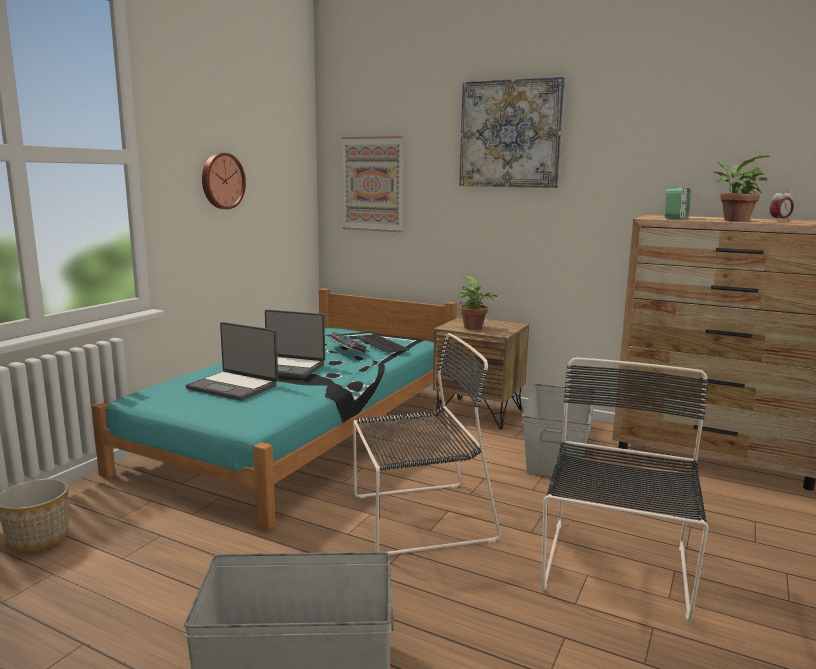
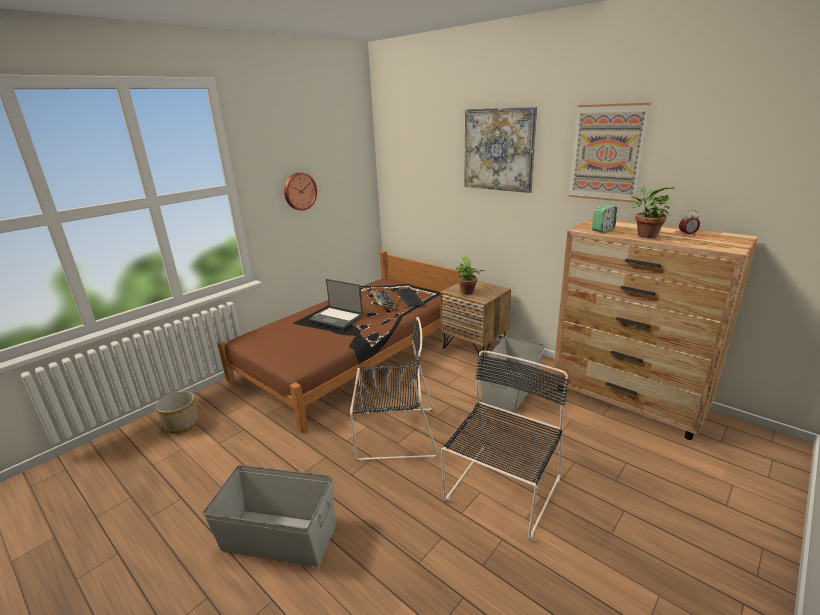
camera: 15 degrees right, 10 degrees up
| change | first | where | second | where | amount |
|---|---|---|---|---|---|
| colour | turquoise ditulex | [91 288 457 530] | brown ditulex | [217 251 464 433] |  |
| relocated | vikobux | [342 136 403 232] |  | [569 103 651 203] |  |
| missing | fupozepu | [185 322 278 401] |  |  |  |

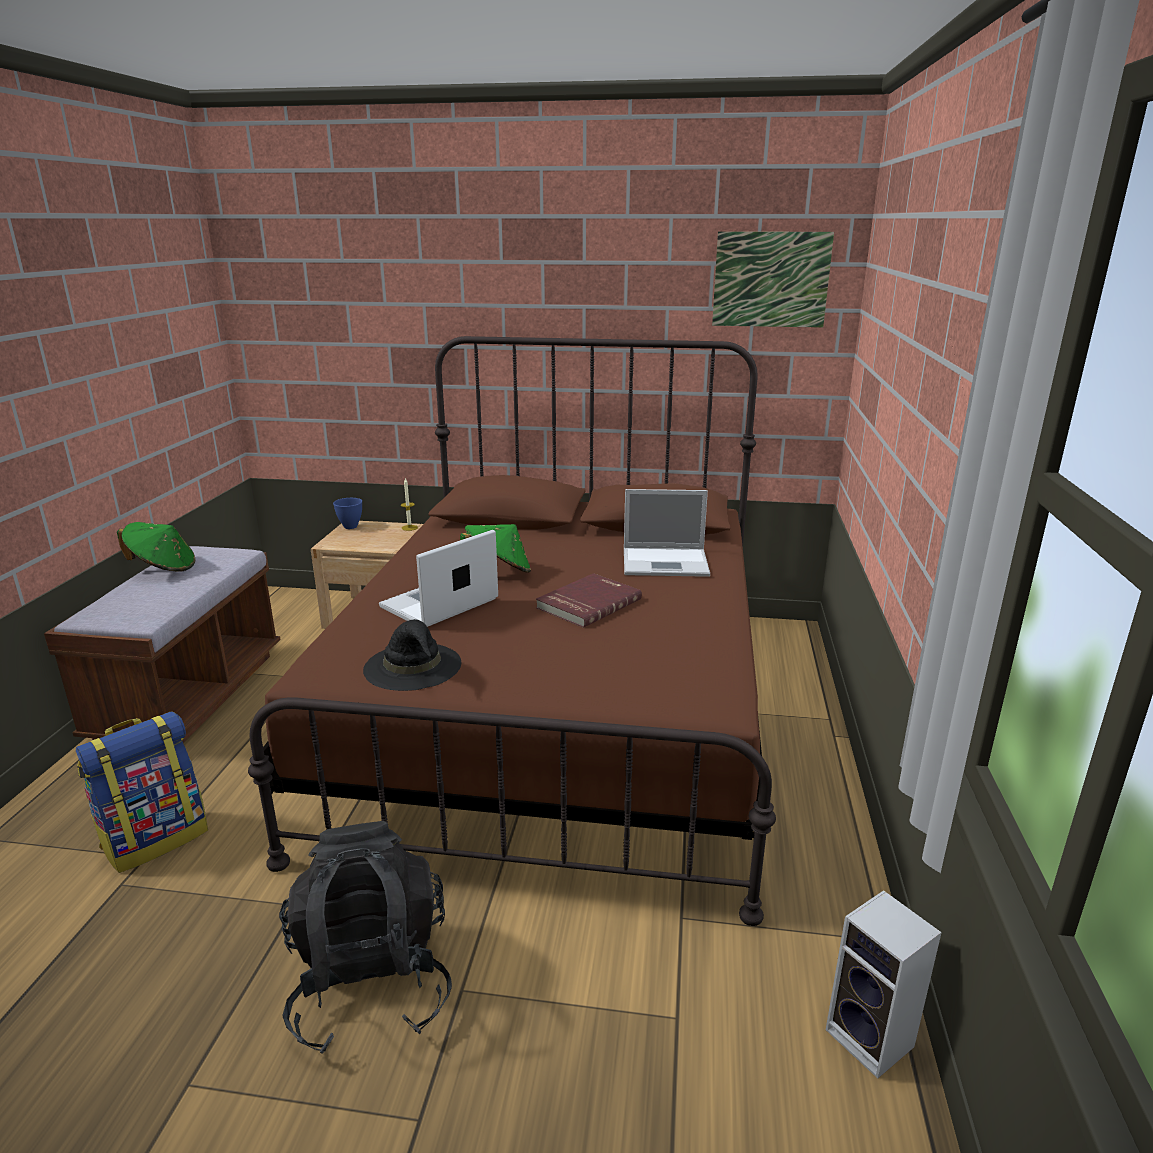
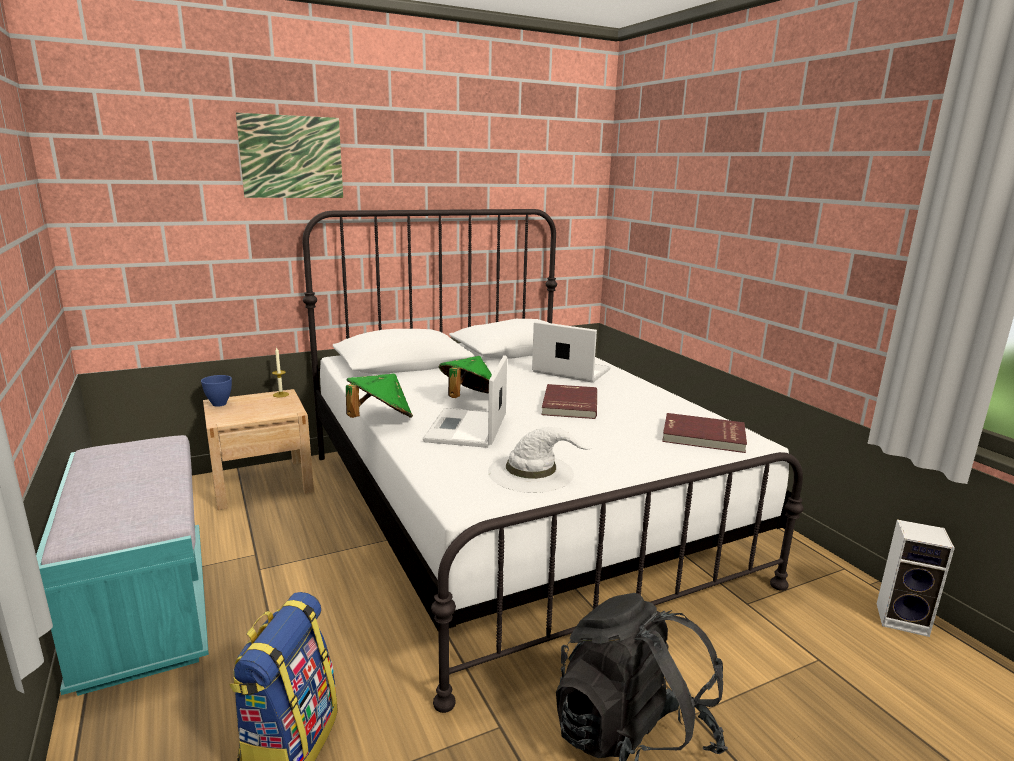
camera: 35 degrees left, 5 degrees down
| change | first | where | second | where | amount |
|---|---|---|---|---|---|
| colour | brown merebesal | [44 546 280 743] | turquoise merebesal | [36 435 209 696] |  |
| relocated | vikobux | [712 231 834 328] |  | [236 112 343 198] |  |
| colour | brown ditulex | [248 336 776 926] | white ditulex | [303 209 804 713] |  |
| relocated | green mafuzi | [117 522 195 572] |  | [346 374 413 418] |  |
| colour | black mafuzi | [363 619 461 691] | white mafuzi | [488 427 590 493] |  |
| spun | fupozepu | [624 489 710 577] |  | [532 321 610 383] | 120 degrees counterclockwise |
| appeared |  |  | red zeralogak | [662 413 747 453] |  |

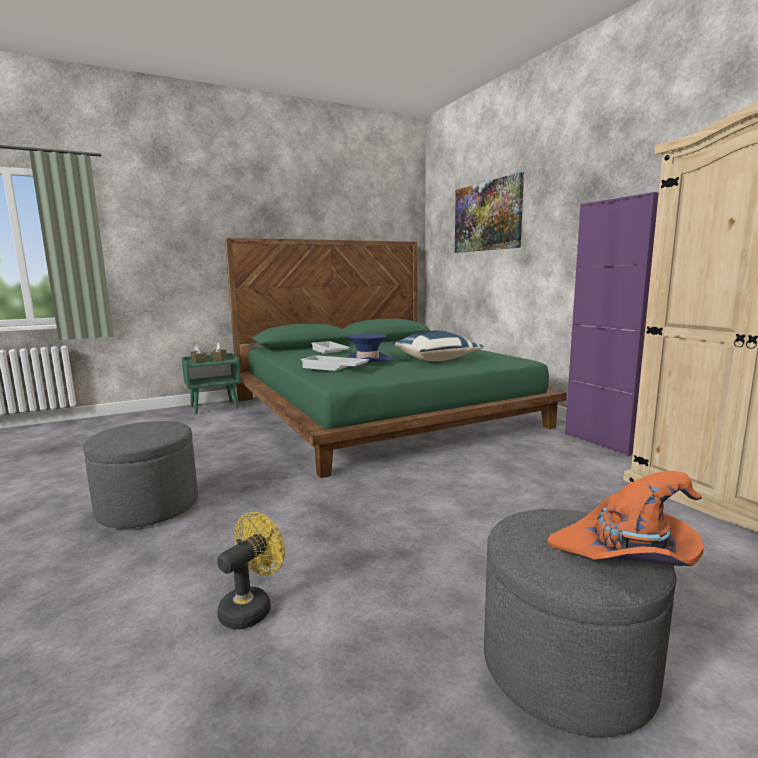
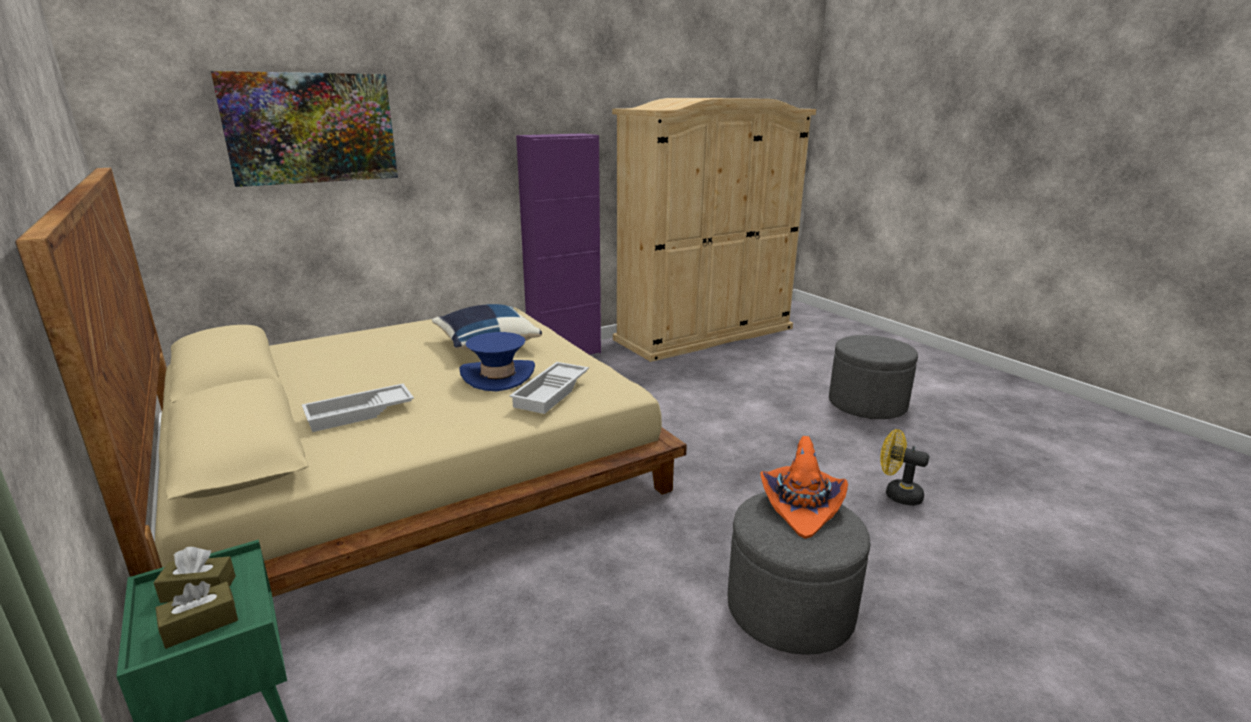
camera: 95 degrees left, 10 degrees up
| change | first | where | second | where | amount |
|---|---|---|---|---|---|
| colour | green ditulex | [225 238 567 478] | beige ditulex | [15 168 687 597] |  |
| relocated | orange mafuzi | [547 471 704 566] |  | [760 436 848 539] |  |

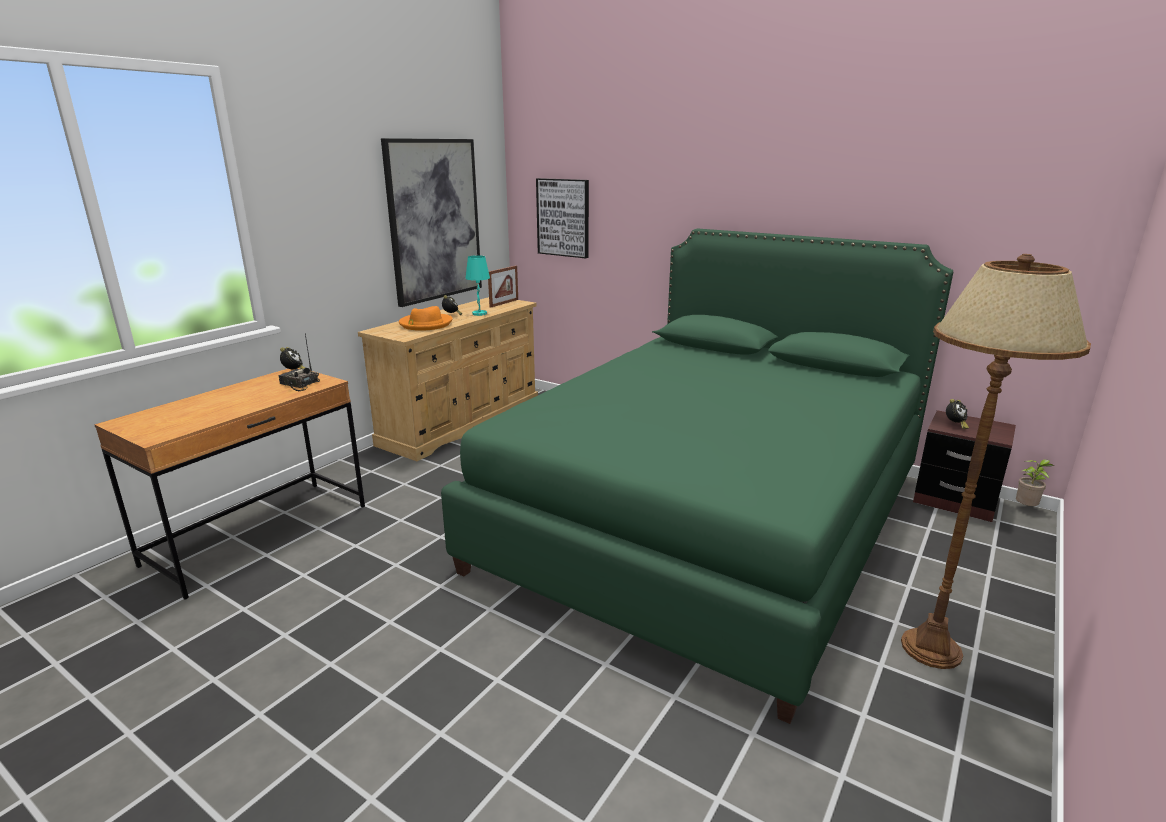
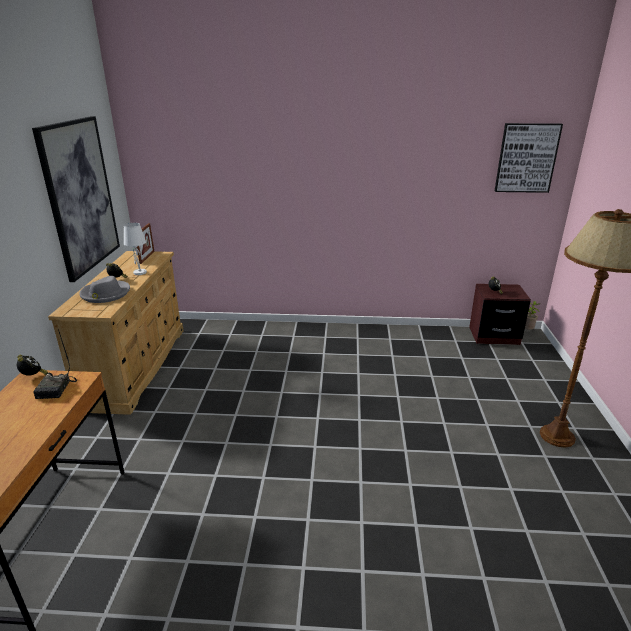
camera: 30 degrees left, 5 degrees up
| change | first | where | second | where | amount |
|---|---|---|---|---|---|
| spun | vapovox | [278 334 320 391] |  | [33 329 77 399] | 90 degrees counterclockwise |
| colour | orange mafuzi | [399 306 453 331] | grey mafuzi | [79 276 130 303] |  |
| colour | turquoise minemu | [465 255 490 316] | white minemu | [124 223 147 275] |  |
| relocated | vikobux | [536 178 589 258] |  | [495 123 563 193] |  |
| missing | green ditulex | [441 229 953 724] |  |  |  |

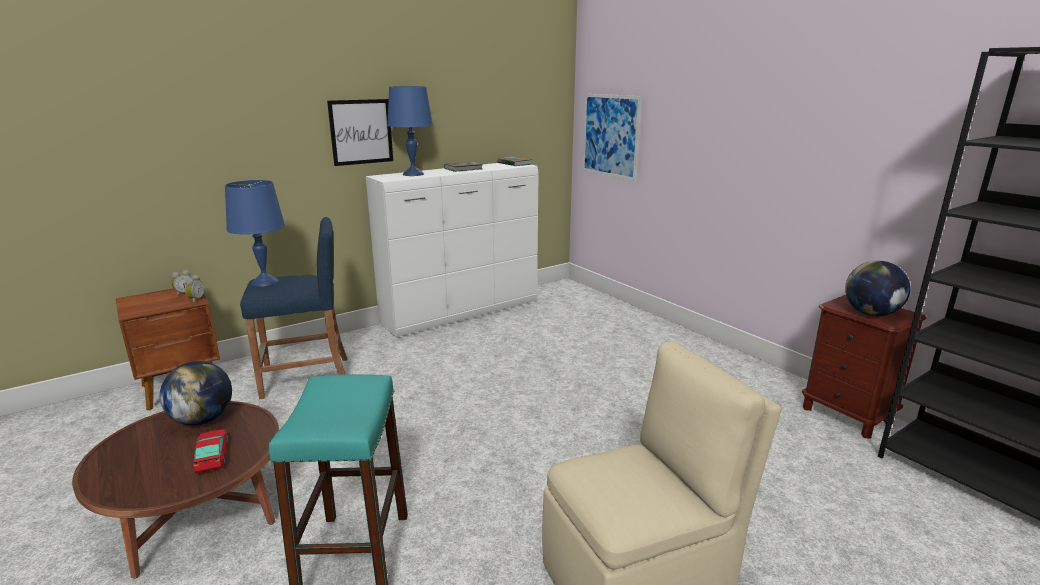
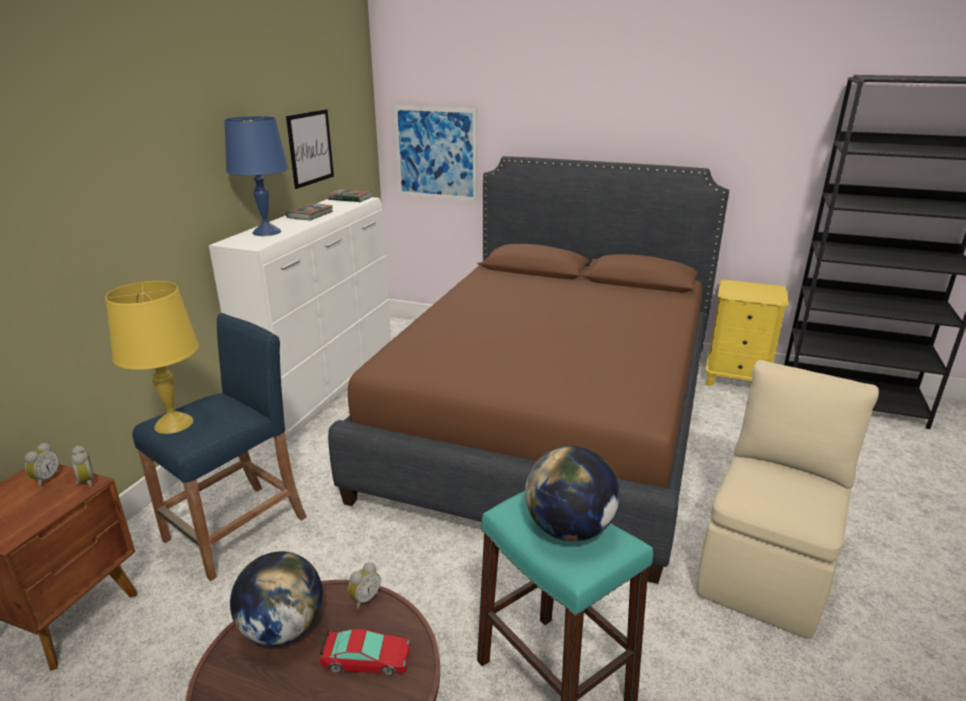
camera: 35 degrees left, 5 degrees up
| change | first | where | second | where | amount |
|---|---|---|---|---|---|
| colour | blue minemu | [225 180 285 287] | yellow minemu | [105 281 199 434] |  |
| relocated | vikobux | [327 99 393 166] |  | [286 109 334 189] |  |
| spun | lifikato | [193 429 228 473] |  | [320 629 411 675] | 150 degrees clockwise |
| appeared |  |  | brown ditulex | [328 156 729 584] |  |
| appeared |  |  | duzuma | [348 562 381 609] |  |
| relocated | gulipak | [845 261 911 316] |  | [525 446 620 541] |  |
| colour | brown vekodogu | [802 295 927 439] | yellow vekodogu | [705 279 789 386] |  |

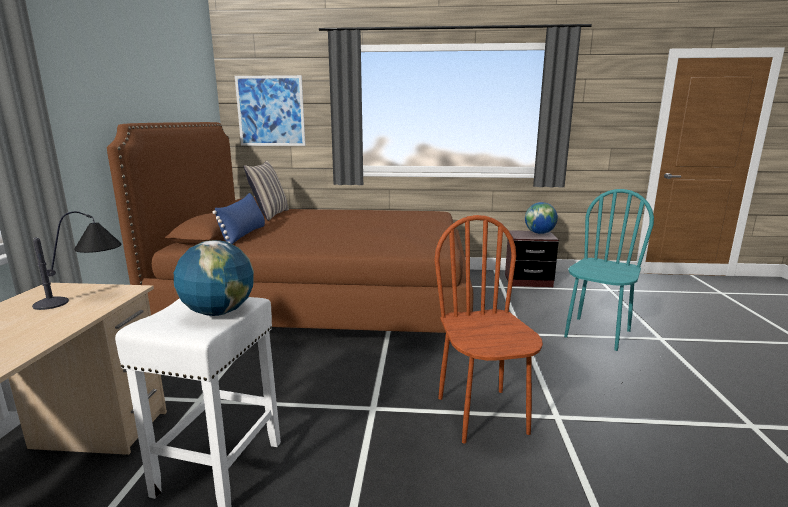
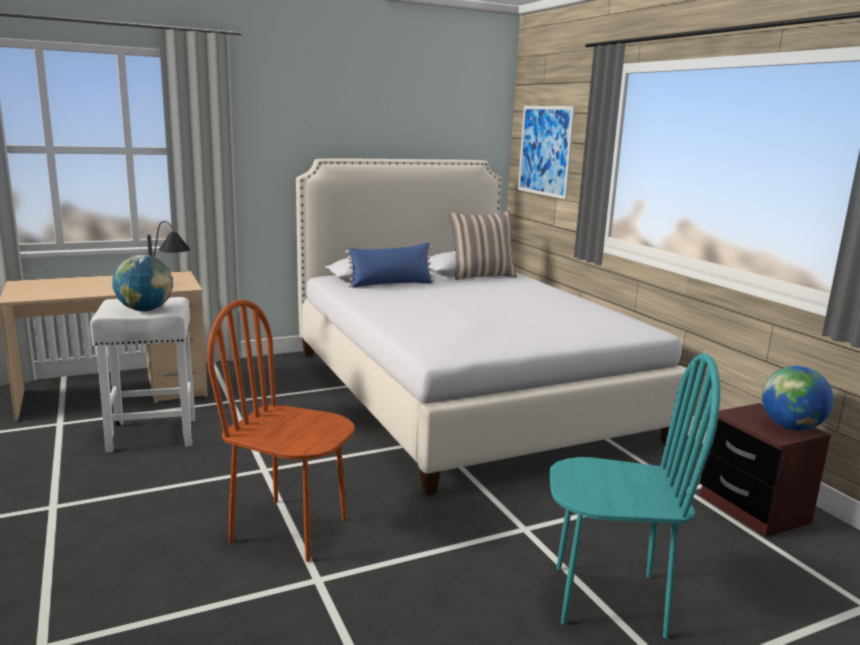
camera: 60 degrees right, 0 degrees up
| change | first | where | second | where | amount |
|---|---|---|---|---|---|
| spun | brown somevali | [434 215 543 443] |  | [207 300 355 562] | 120 degrees counterclockwise |
| colour | brown ditulex | [107 122 473 333] | white ditulex | [296 159 686 496] |  |

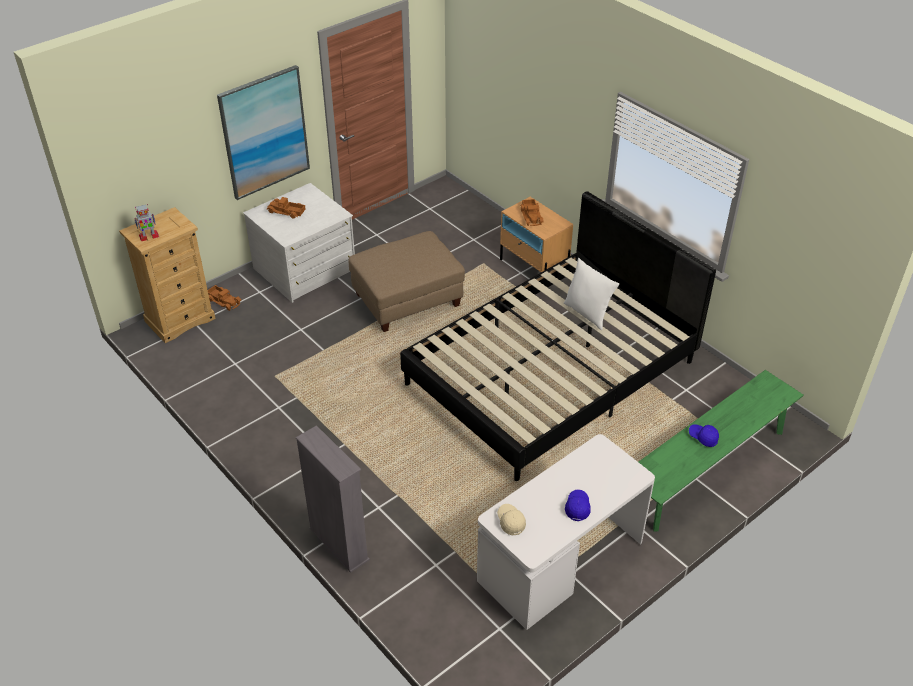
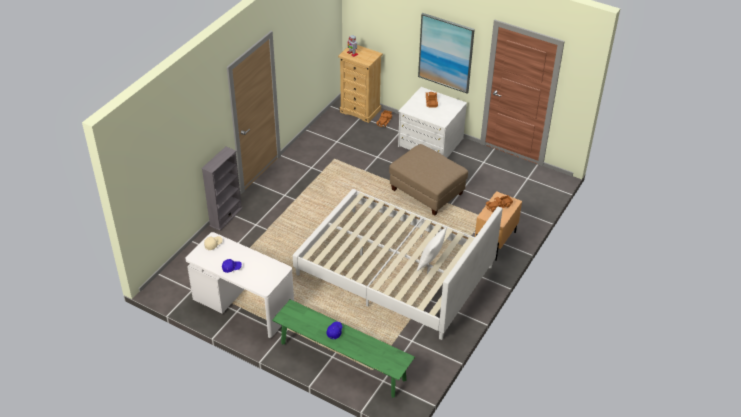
camera: 70 degrees right, 0 degrees up
| change | first | where | second | where | amount |
|---|---|---|---|---|---|
| colour | black ditulex | [400 191 716 481] | white ditulex | [293 189 502 340] |  |

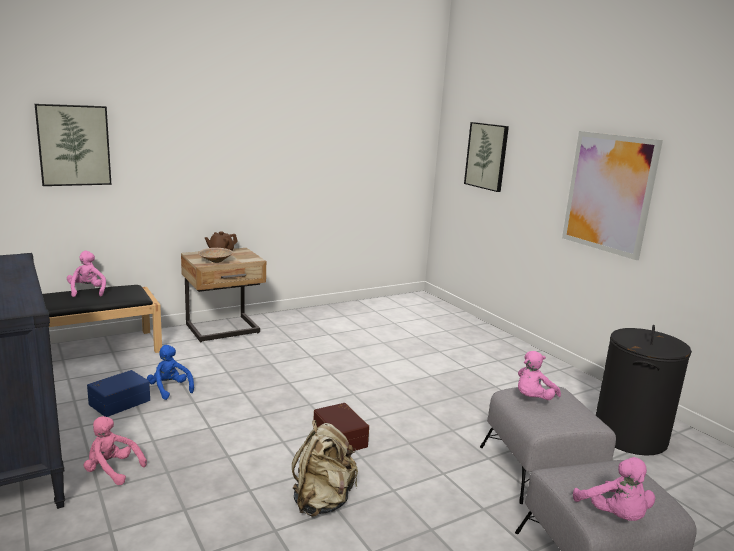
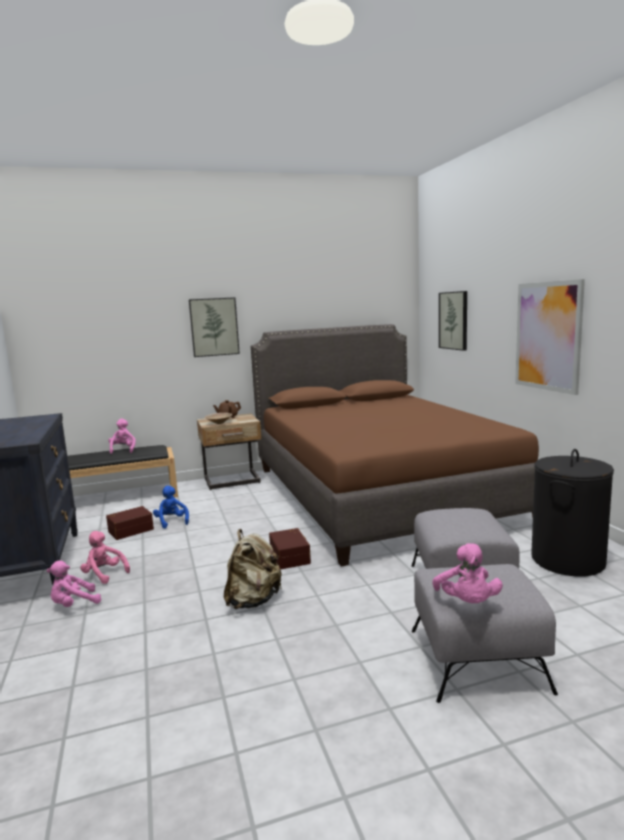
camera: 15 degrees right, 5 degrees down
| change | first | where | second | where | amount |
|---|---|---|---|---|---|
| relocated | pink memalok | [518 351 561 400] |  | [47 561 101 607] |  |
| colour | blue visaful | [87 370 150 417] | brown visaful | [106 506 154 540] |  |
| relocated | vikobux | [35 104 112 186] |  | [189 297 240 357] |  |
| appeared |  |  | brown ditulex | [251 324 539 567] |  |

